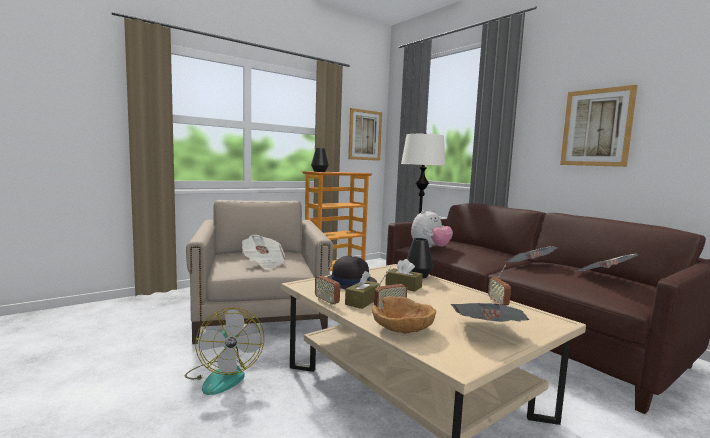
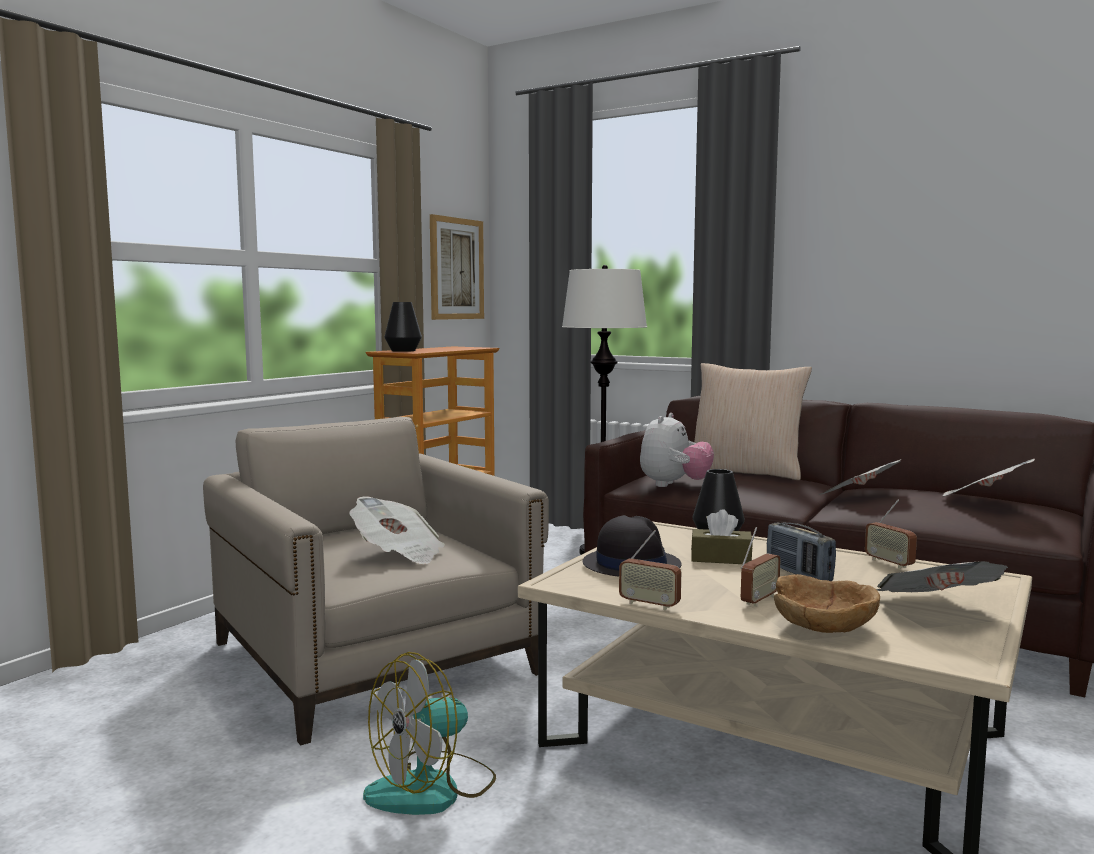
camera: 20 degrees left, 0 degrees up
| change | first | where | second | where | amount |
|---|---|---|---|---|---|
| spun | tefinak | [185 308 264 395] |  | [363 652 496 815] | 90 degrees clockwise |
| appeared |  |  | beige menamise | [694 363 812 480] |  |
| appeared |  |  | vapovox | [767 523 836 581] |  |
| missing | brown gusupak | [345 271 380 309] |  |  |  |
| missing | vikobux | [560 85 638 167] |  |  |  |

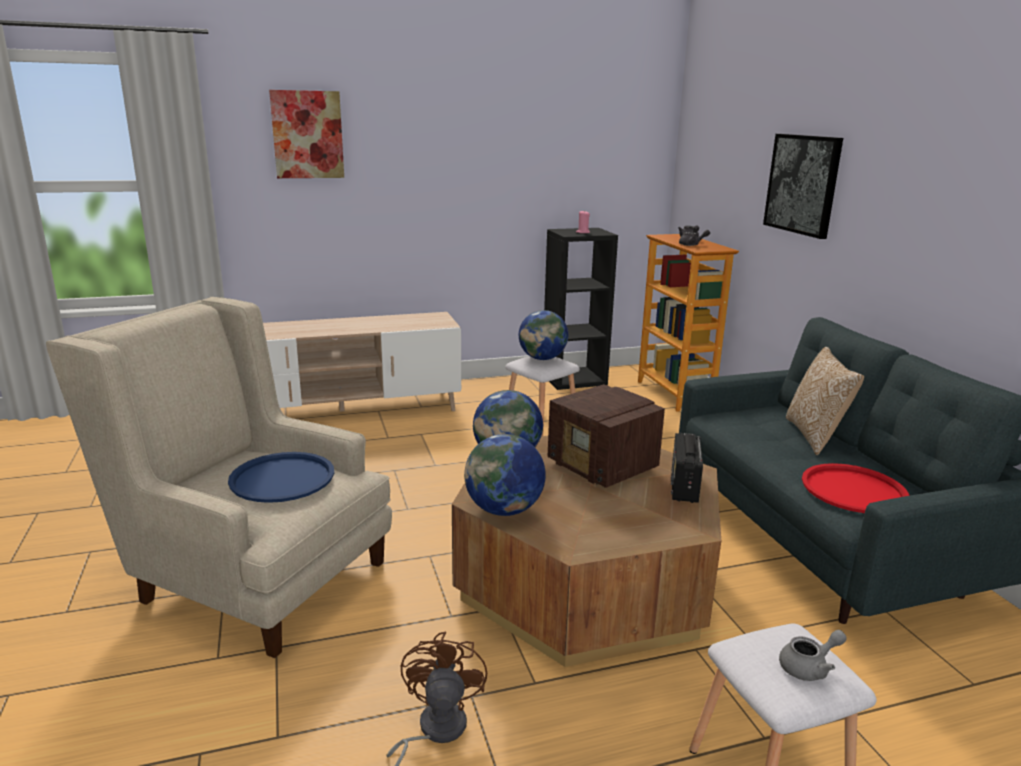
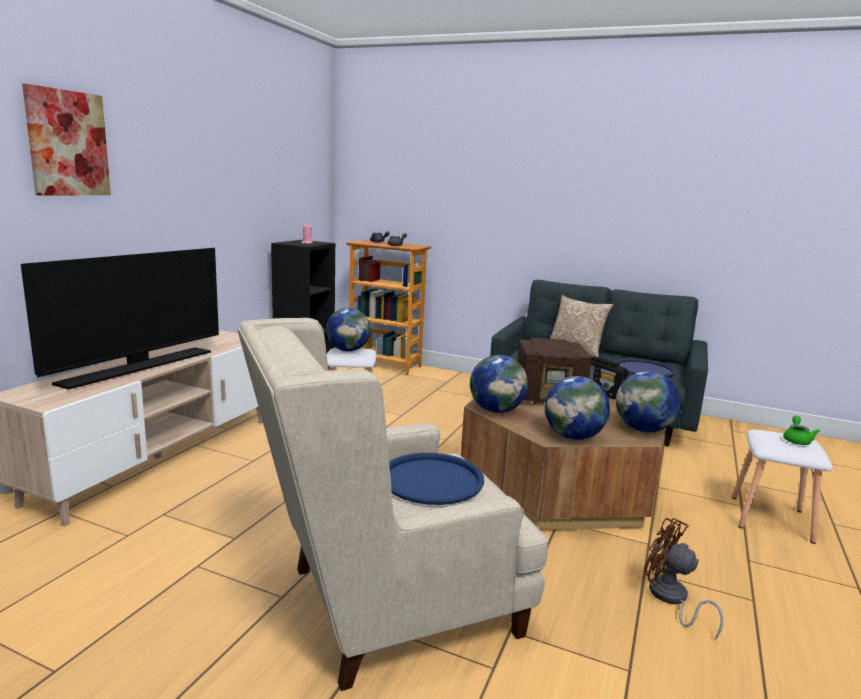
camera: 50 degrees left, 5 degrees down
| change | first | where | second | where | amount |
|---|---|---|---|---|---|
| appeared |  |  | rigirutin | [21 248 219 389] |  |
| colour | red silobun | [802 463 909 513] | blue silobun | [615 358 677 377] |  |
| appeared |  |  | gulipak | [616 371 680 432] |  |
| colour | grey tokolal | [779 630 847 681] | green tokolal | [783 416 820 445] |  |
| missing | vikobux | [763 134 843 239] |  |  |  |

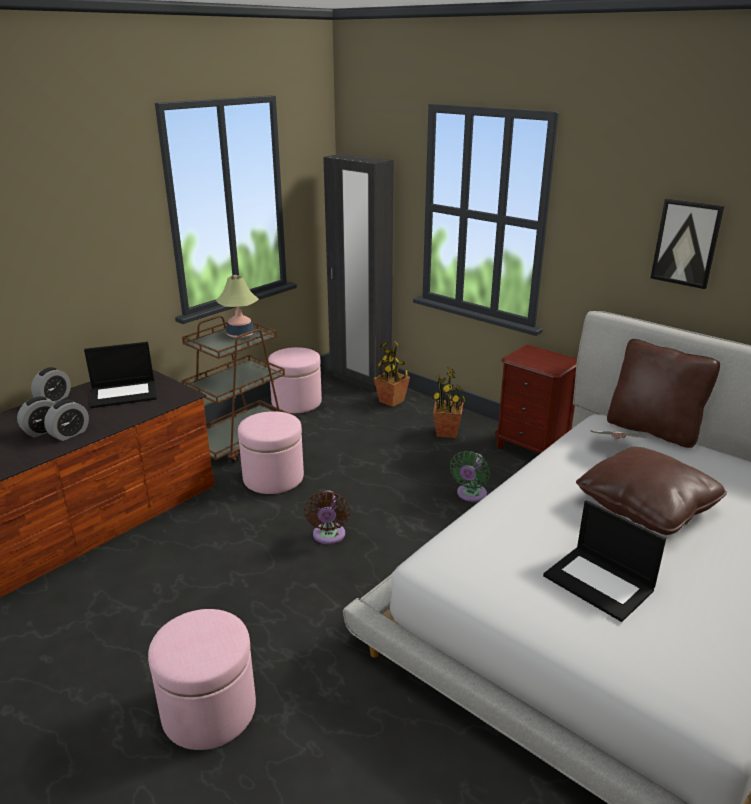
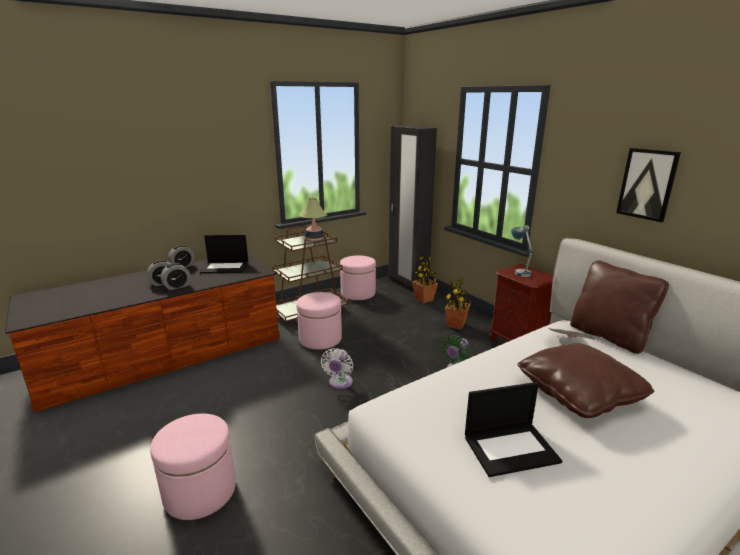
camera: 15 degrees right, 5 degrees down
| change | first | where | second | where | amount |
|---|---|---|---|---|---|
| colour | brown tefinak | [304 491 350 544] | white tefinak | [321 348 353 389] |  |
| spun | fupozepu | [543 500 666 622] |  | [465 382 562 477] | 75 degrees counterclockwise |
| appeared |  |  | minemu | [511 225 533 277] |  |

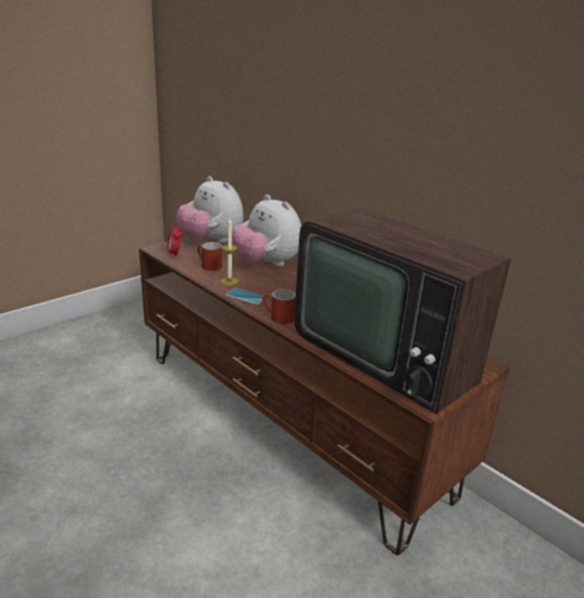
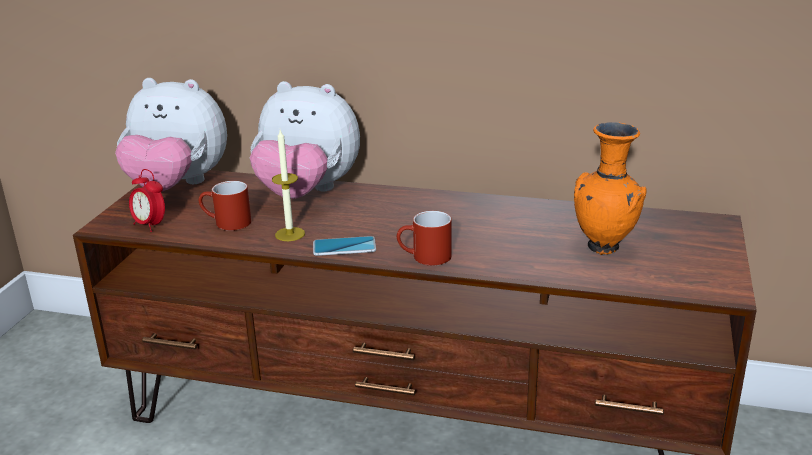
camera: 30 degrees left, 0 degrees up
| change | first | where | second | where | amount |
|---|---|---|---|---|---|
| exchanged | rigirutin | [294 208 511 414] | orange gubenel | [574 122 647 255] |  |

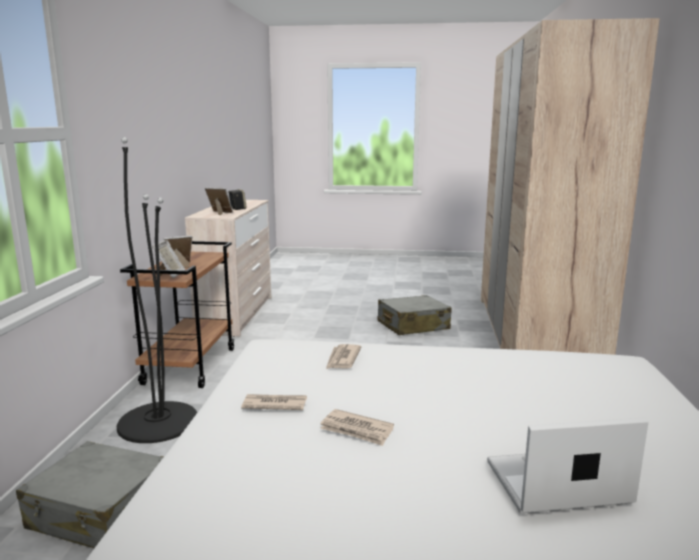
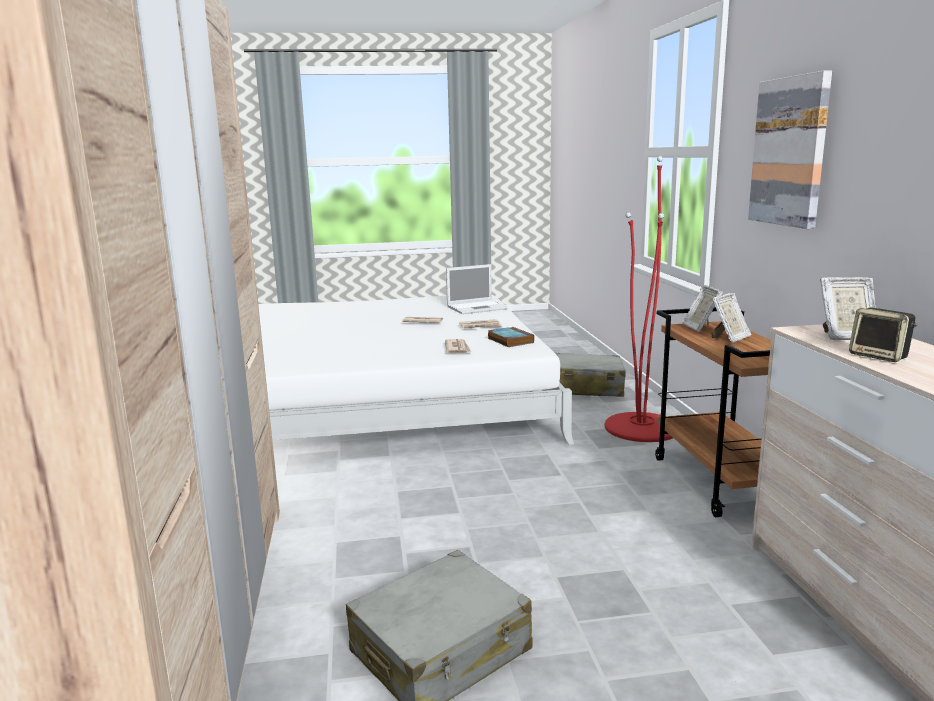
camera: 165 degrees right, 0 degrees up
| change | first | where | second | where | amount |
|---|---|---|---|---|---|
| relocated | fupozepu | [487 417 648 513] |  | [446 264 508 314] |  |
| appeared |  |  | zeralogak | [488 327 534 347] |  |
| colour | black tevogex | [117 137 197 443] | red tevogex | [604 156 673 442] |  |
| appeared |  |  | vikobux | [748 70 832 229] |  |

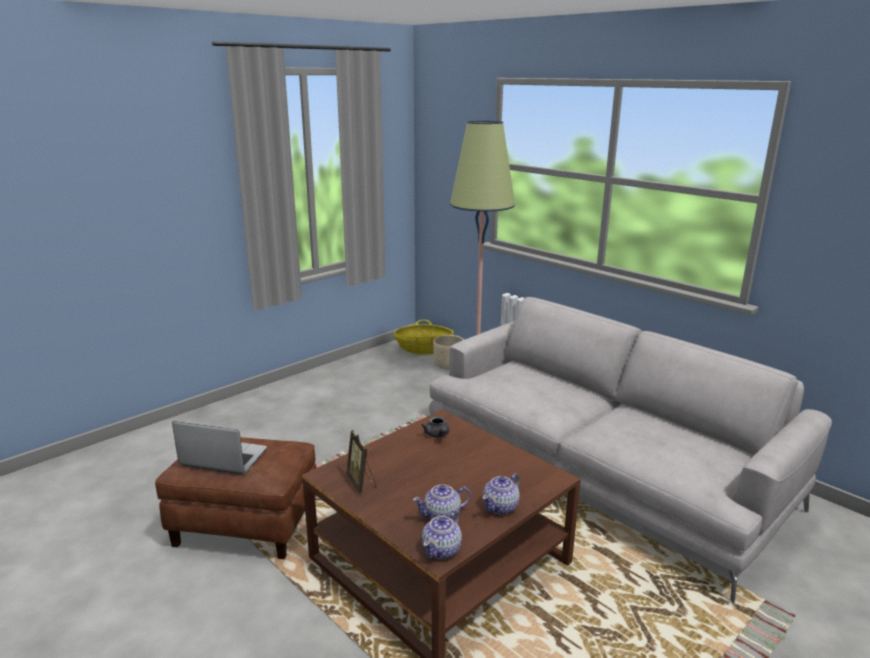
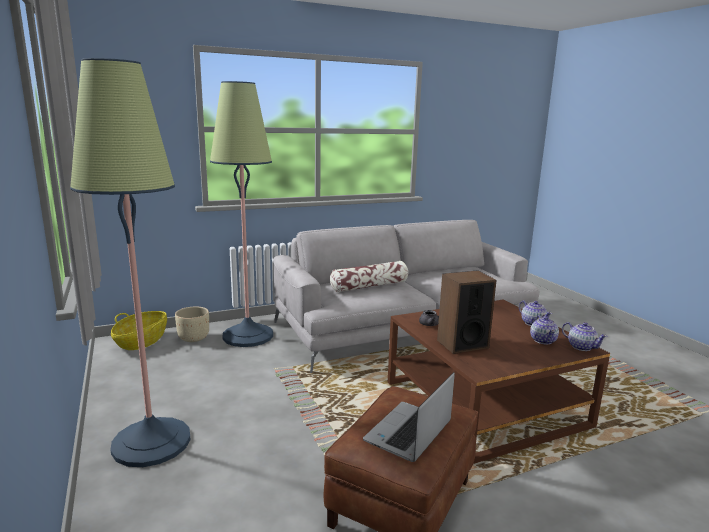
camera: 70 degrees left, 5 degrees down
| change | first | where | second | where | amount |
|---|---|---|---|---|---|
| appeared |  |  | tevogex | [70 58 191 467] |  |
| appeared |  |  | menamise | [330 261 408 292] |  |
| appeared |  |  | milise | [437 270 497 354] |  |
| missing | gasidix | [346 430 376 493] |  |  |  |

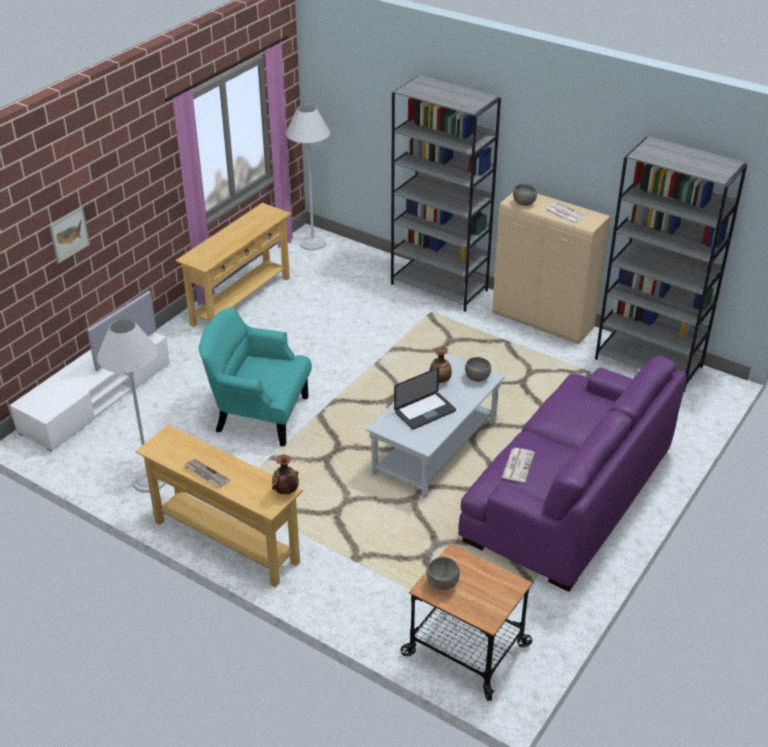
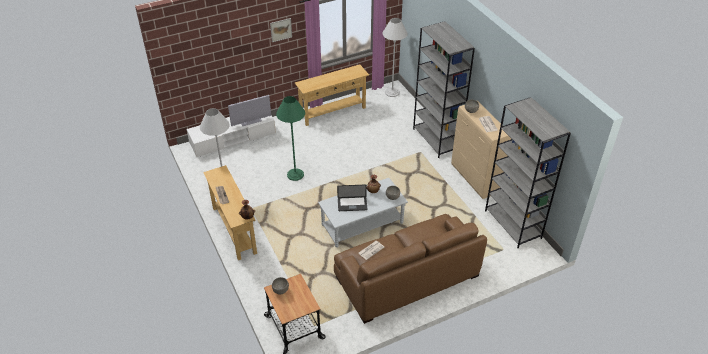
camera: 30 degrees right, 5 degrees up
| change | first | where | second | where | amount |
|---|---|---|---|---|---|
| relocated | vikobux | [49 207 90 264] |  | [270 18 292 42] |  |
| exchanged | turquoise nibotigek | [199 308 312 446] | green tevogex | [276 96 305 181] |  |
| colour | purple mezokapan | [458 356 687 592] | brown mezokapan | [334 214 487 324] |  |

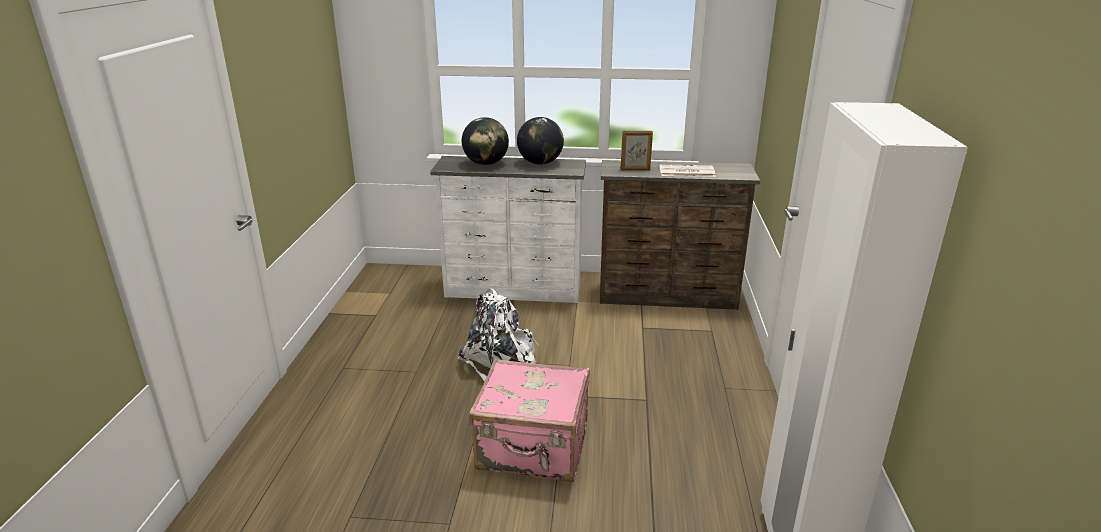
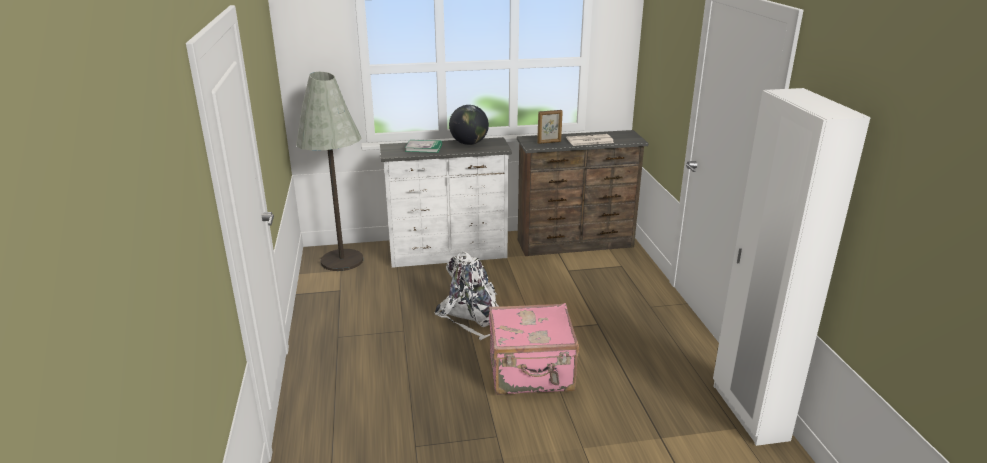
camera: 15 degrees left, 0 degrees up
| change | first | where | second | where | amount |
|---|---|---|---|---|---|
| appeared |  |  | grey tevogex | [296 72 363 271] |  |
| exchanged | gulipak | [462 117 509 165] | zeralogak | [405 140 442 153] |  |

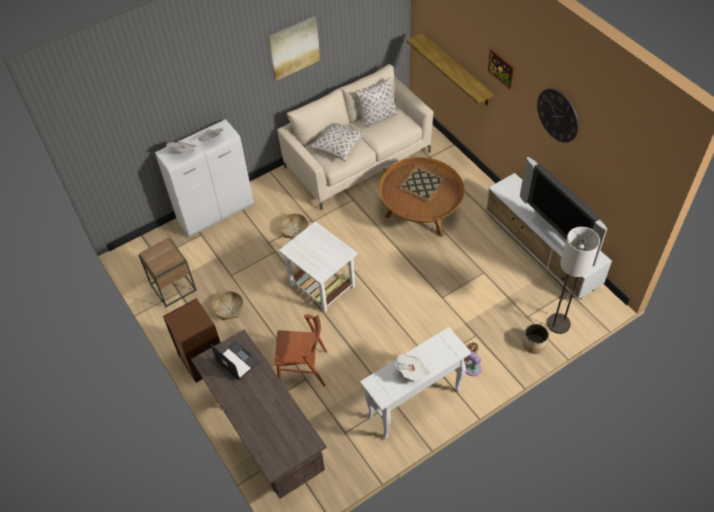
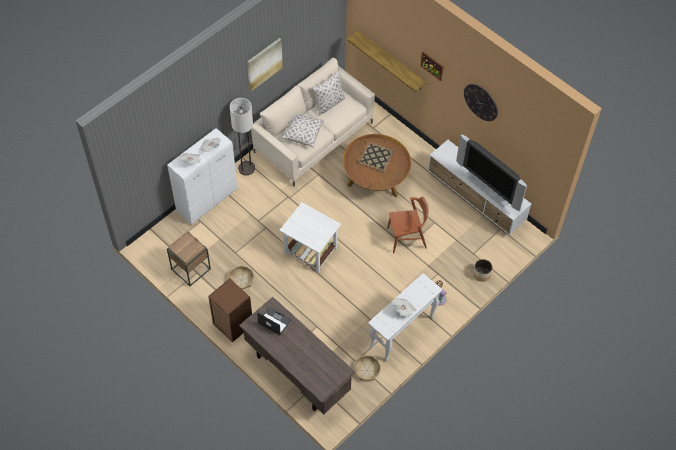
camera: 15 degrees left, 5 degrees up
| change | first | where | second | where | amount |
|---|---|---|---|---|---|
| relocated | tevogex | [547 227 600 334] |  | [230 98 255 175] |  |
| relocated | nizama | [278 213 308 239] |  | [354 356 380 381] |  |
| relocated | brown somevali | [274 314 327 387] |  | [387 197 429 254] |  |

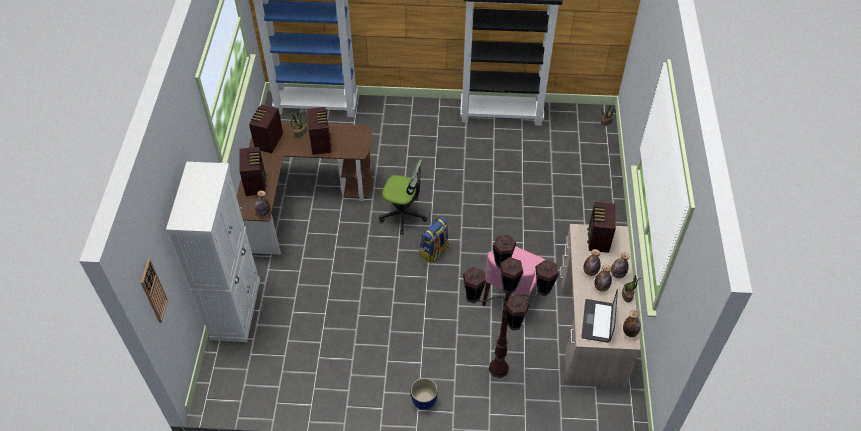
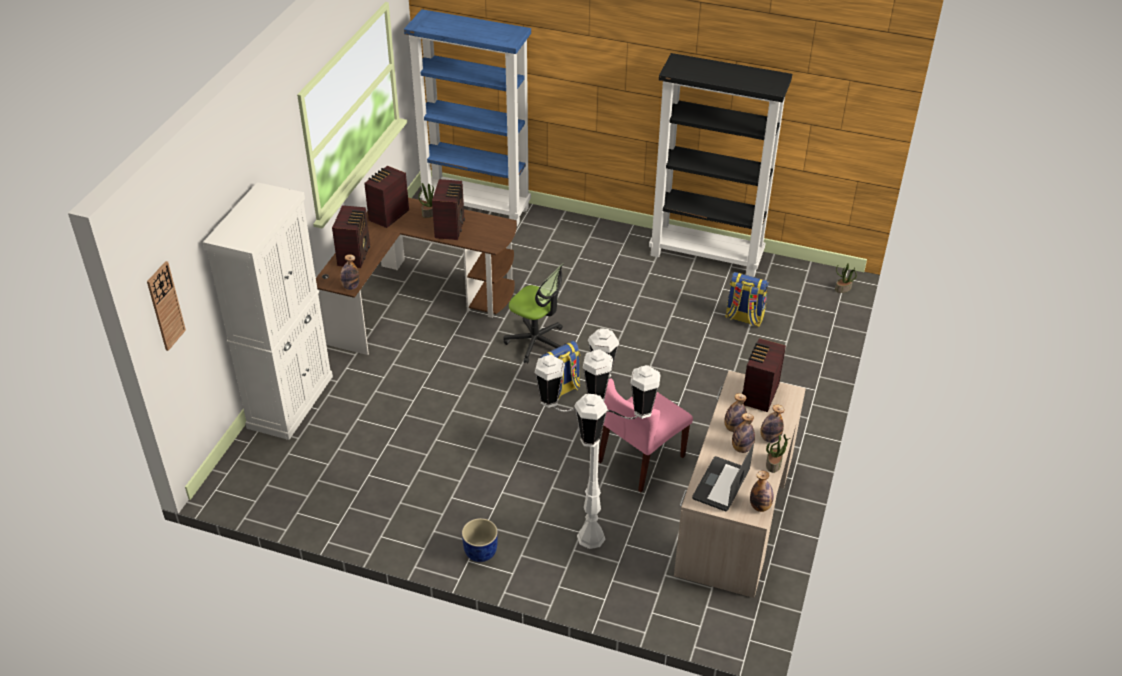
camera: 15 degrees right, 10 degrees down
| change | first | where | second | where | amount |
|---|---|---|---|---|---|
| colour | brown tevogex | [463 235 559 378] | white tevogex | [534 328 661 549] |  |
| appeared |  |  | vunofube | [725 272 769 327] |  |

